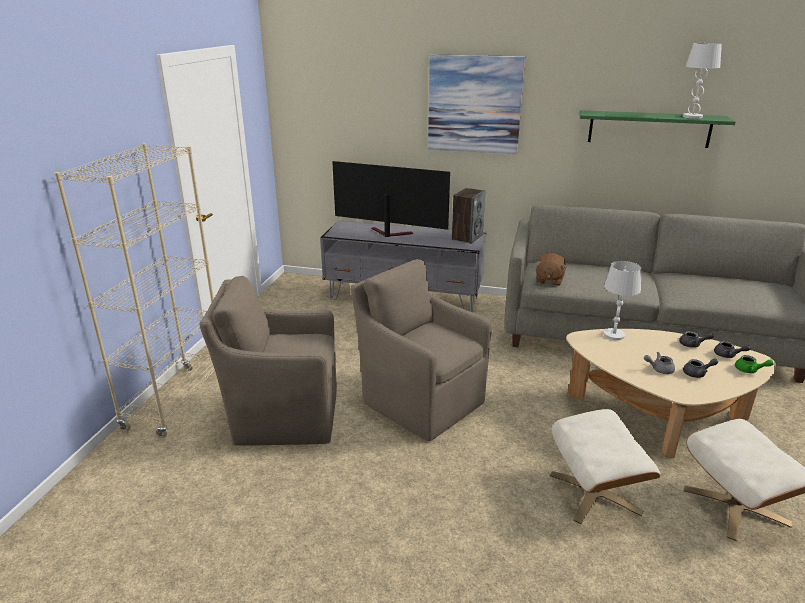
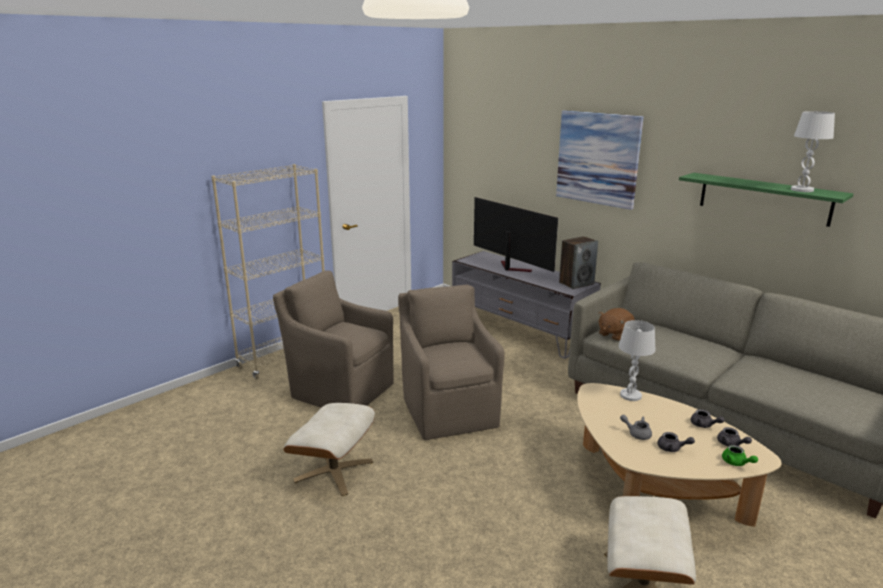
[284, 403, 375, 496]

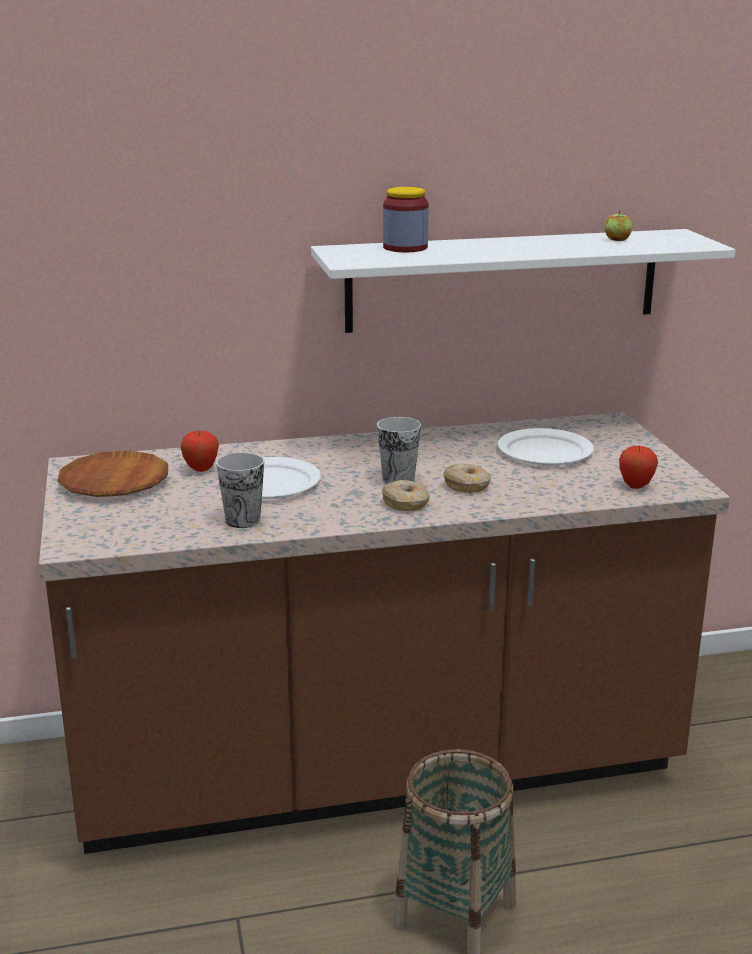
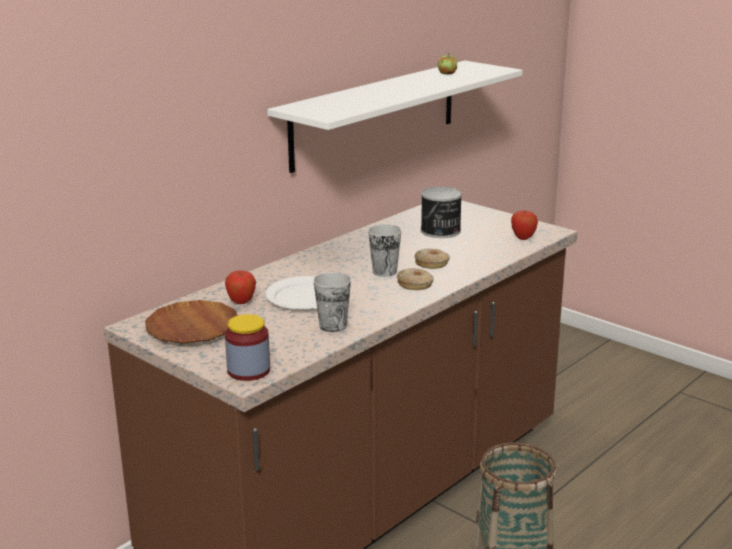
[225, 314, 270, 381]
[421, 186, 462, 238]

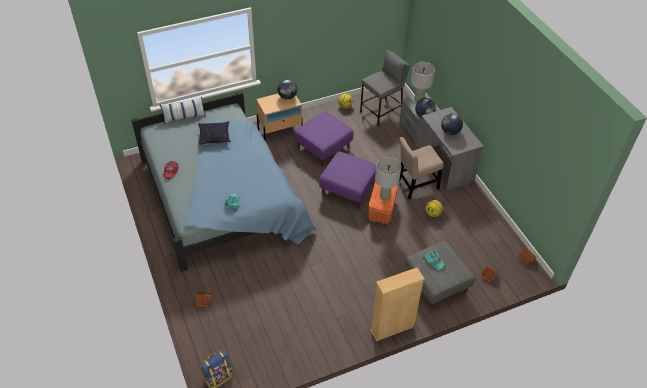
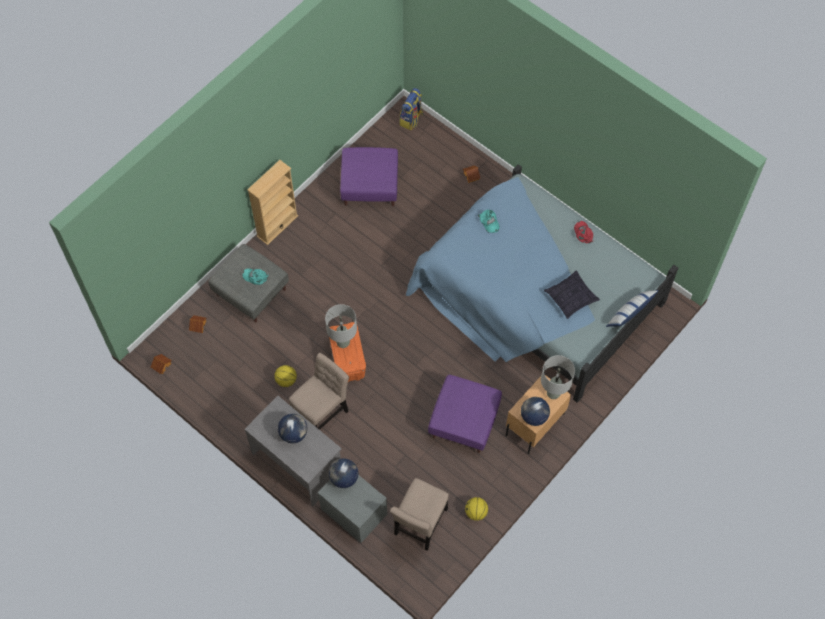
[340, 147, 398, 206]
[390, 478, 449, 551]
[541, 355, 575, 399]

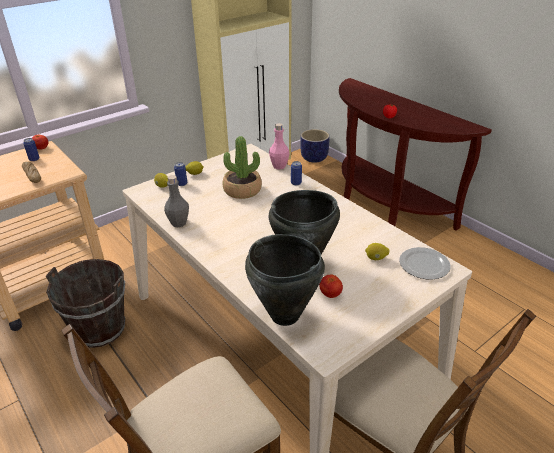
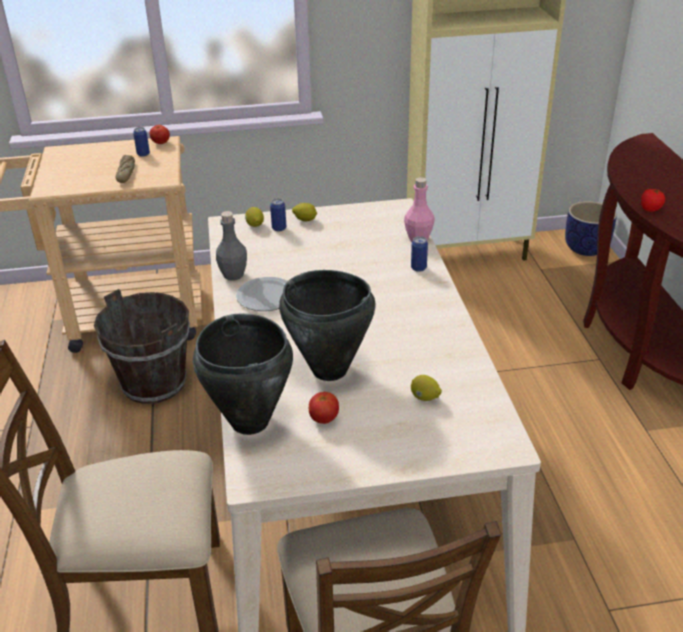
[236, 277, 288, 311]
[222, 136, 262, 199] (first image)

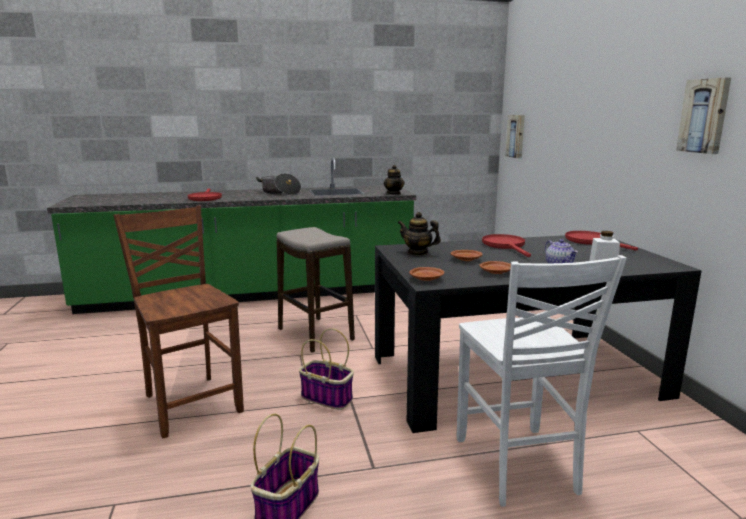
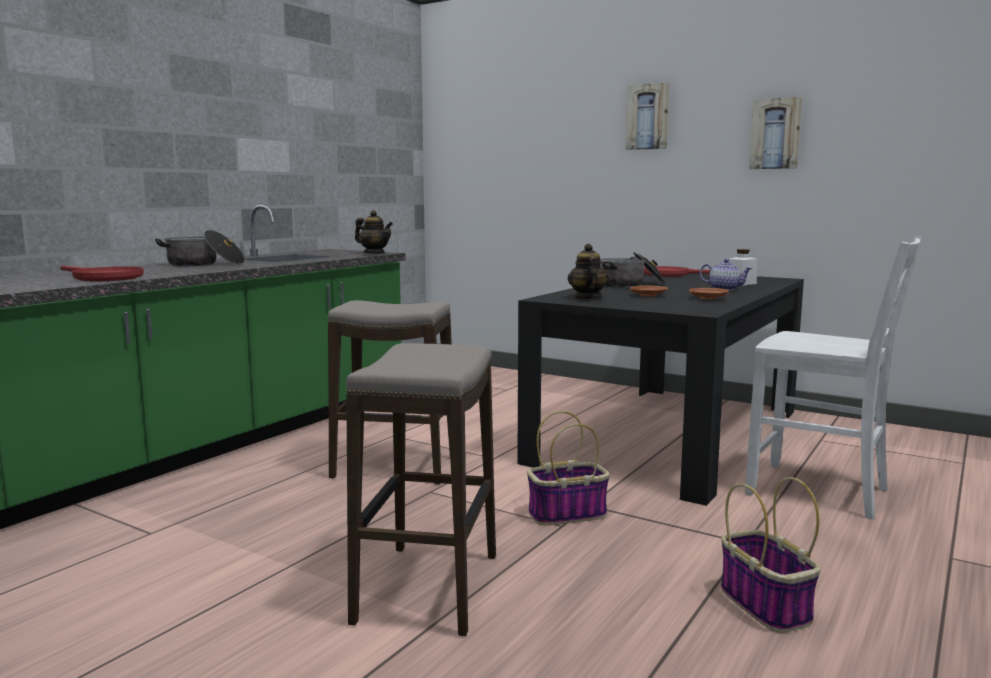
[346, 343, 496, 636]
[568, 243, 608, 299]
[600, 252, 666, 287]
[625, 83, 669, 150]
[409, 267, 444, 281] (first image)

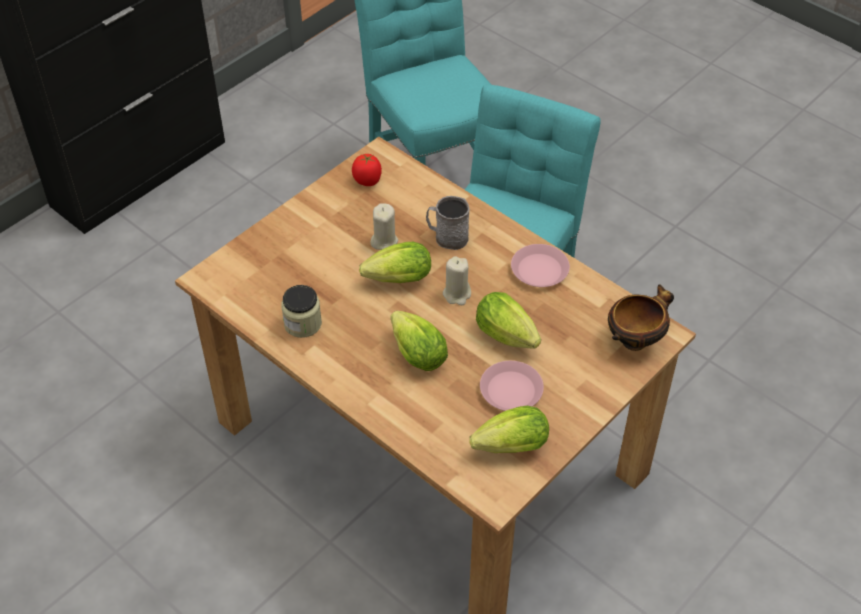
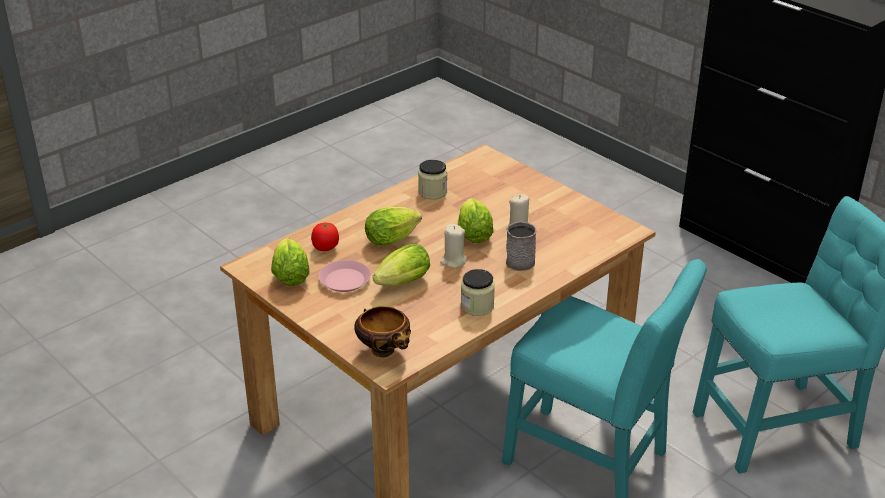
[311, 223, 339, 251]
[461, 269, 495, 316]

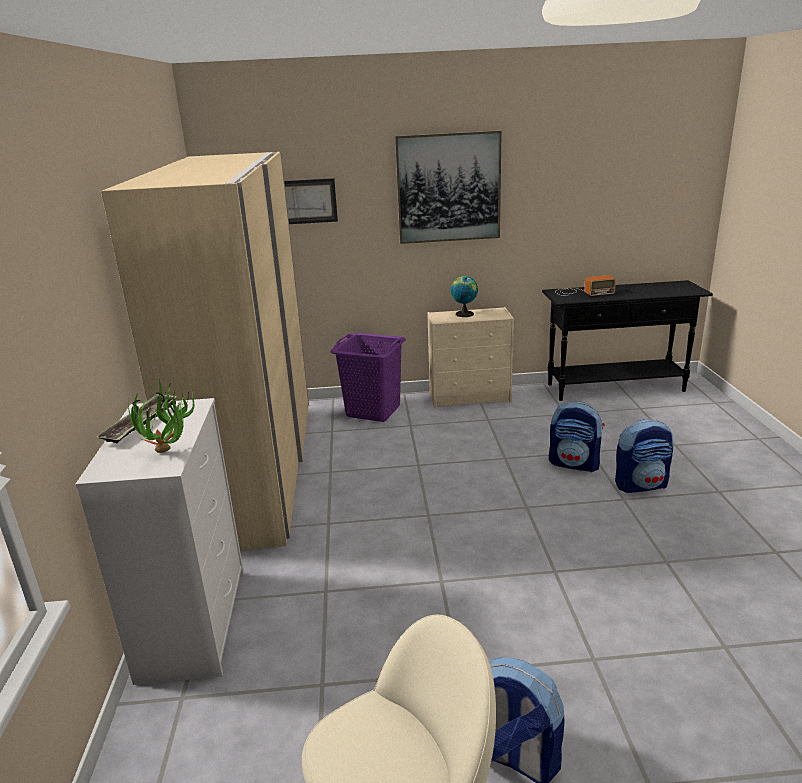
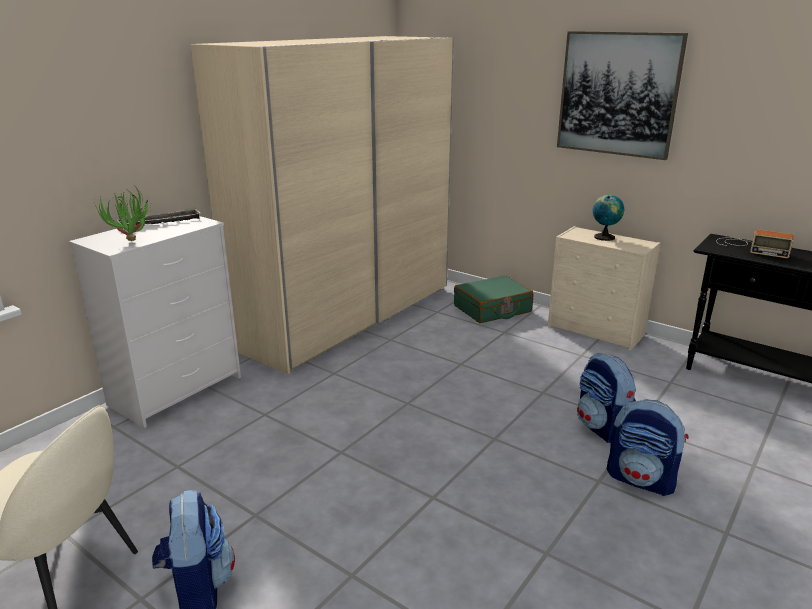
[454, 276, 533, 323]
[284, 178, 338, 224] (first image)

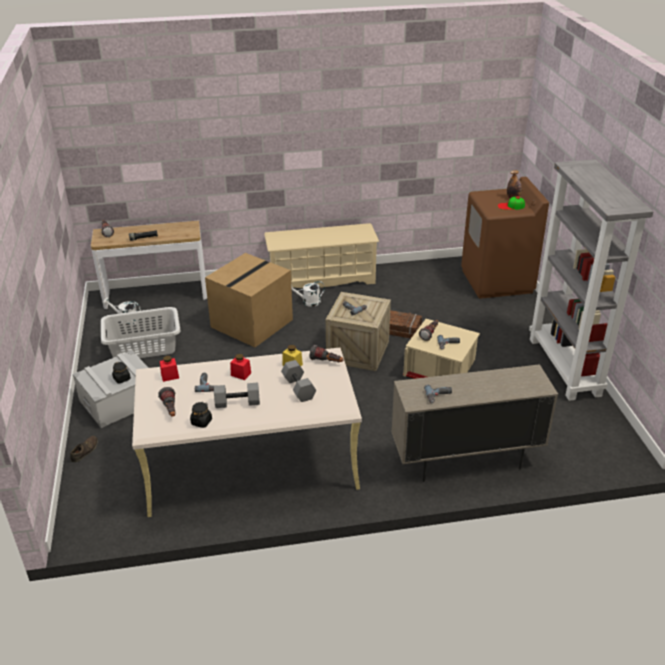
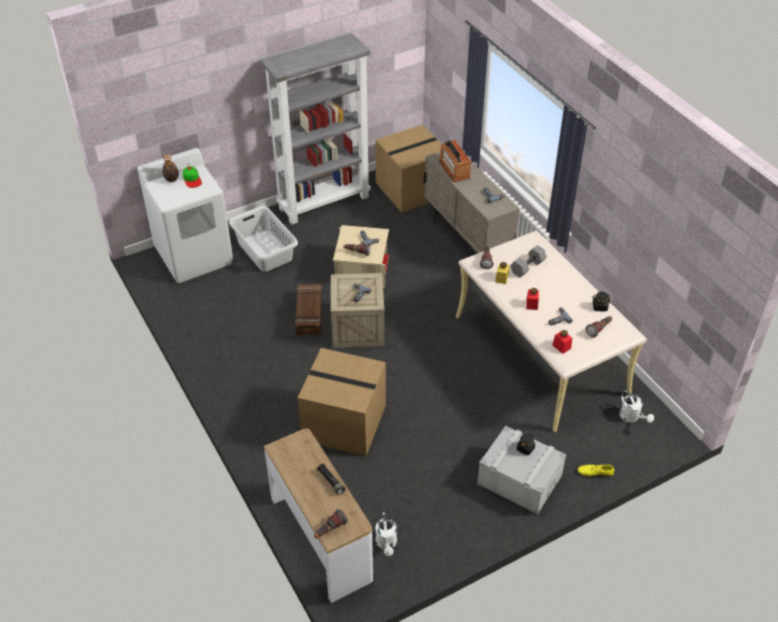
[137, 148, 233, 283]
[229, 206, 298, 272]
[375, 125, 441, 213]
[439, 140, 471, 182]
[578, 464, 614, 477]
[620, 390, 654, 423]
[214, 382, 260, 408] (first image)
[264, 223, 379, 288] (first image)

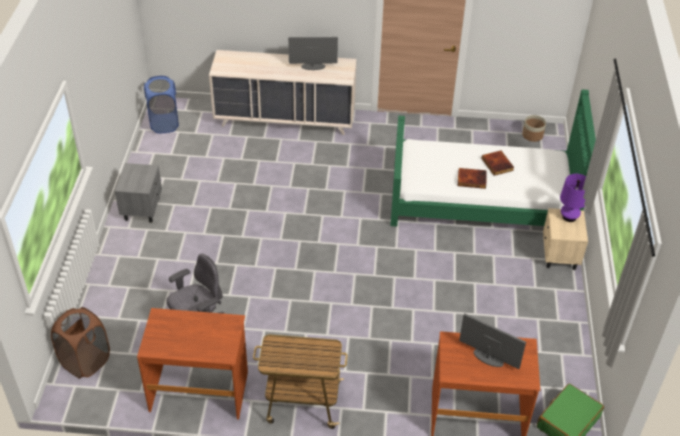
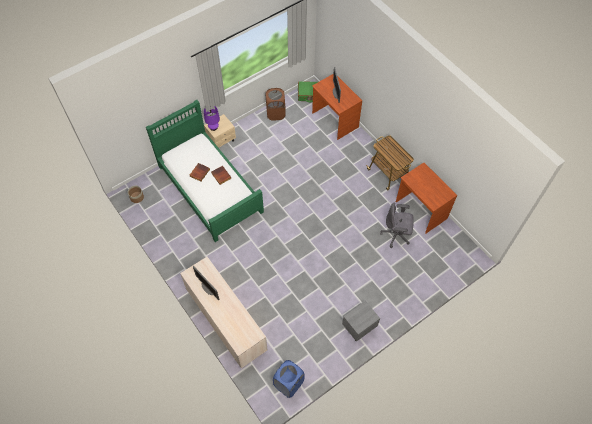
[266, 88, 286, 120]

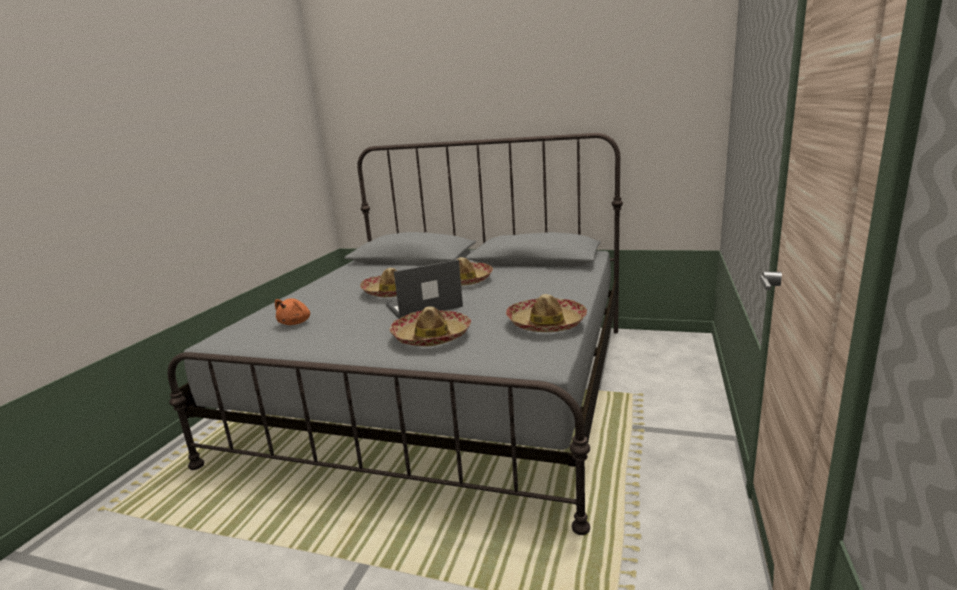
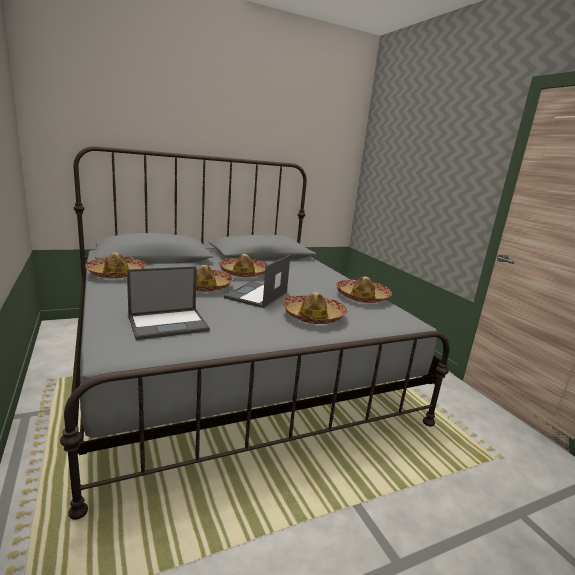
[85, 252, 146, 279]
[127, 266, 210, 340]

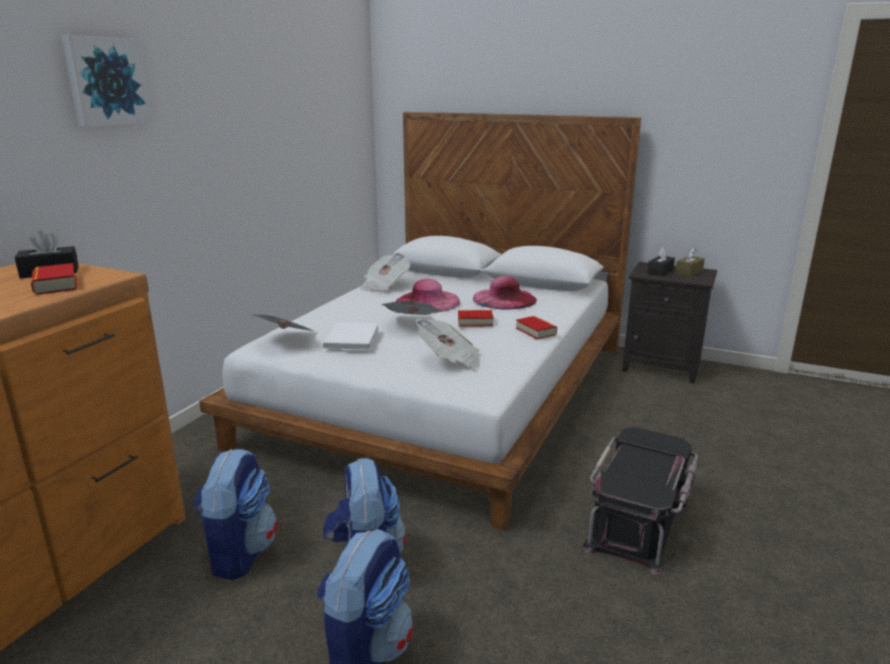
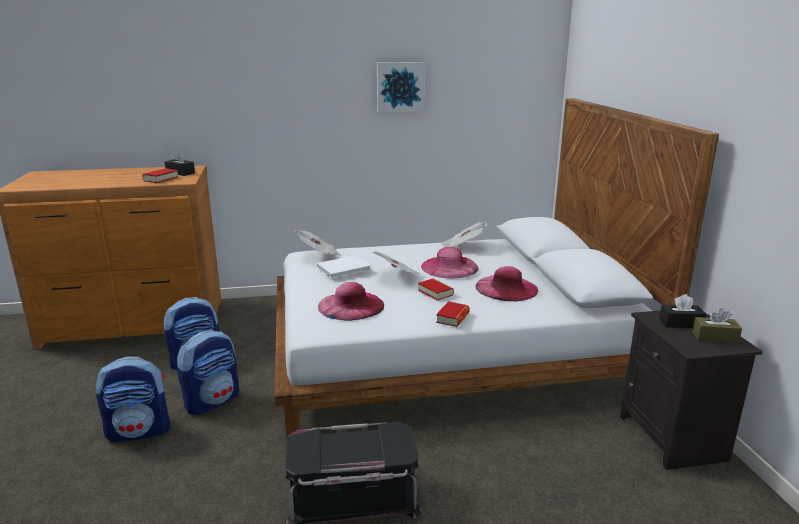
[318, 282, 384, 321]
[377, 62, 425, 113]

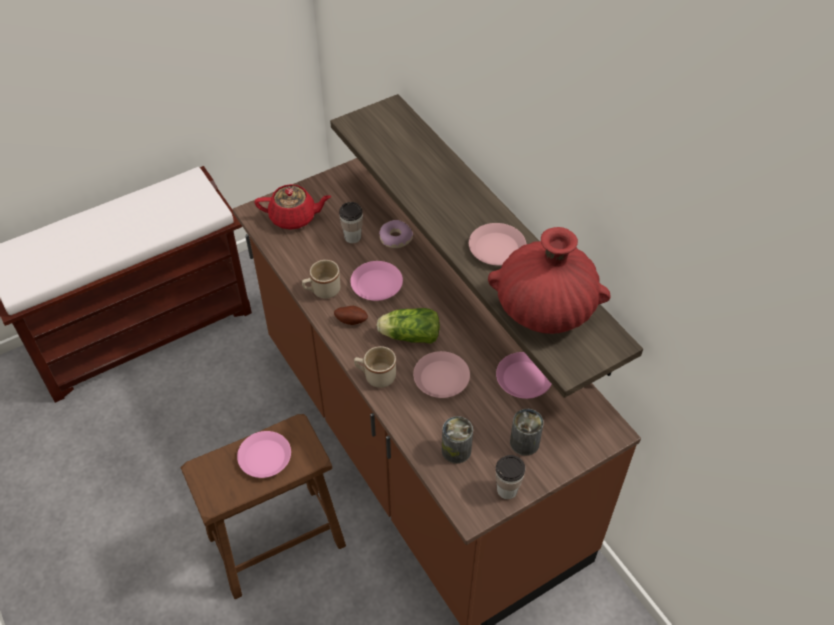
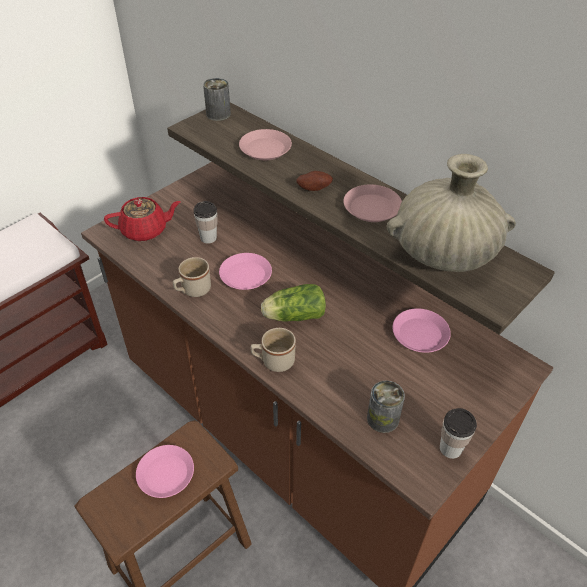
[203, 78, 231, 121]
[239, 129, 292, 160]
[296, 171, 333, 191]
[386, 154, 516, 272]
[379, 220, 413, 248] (first image)

